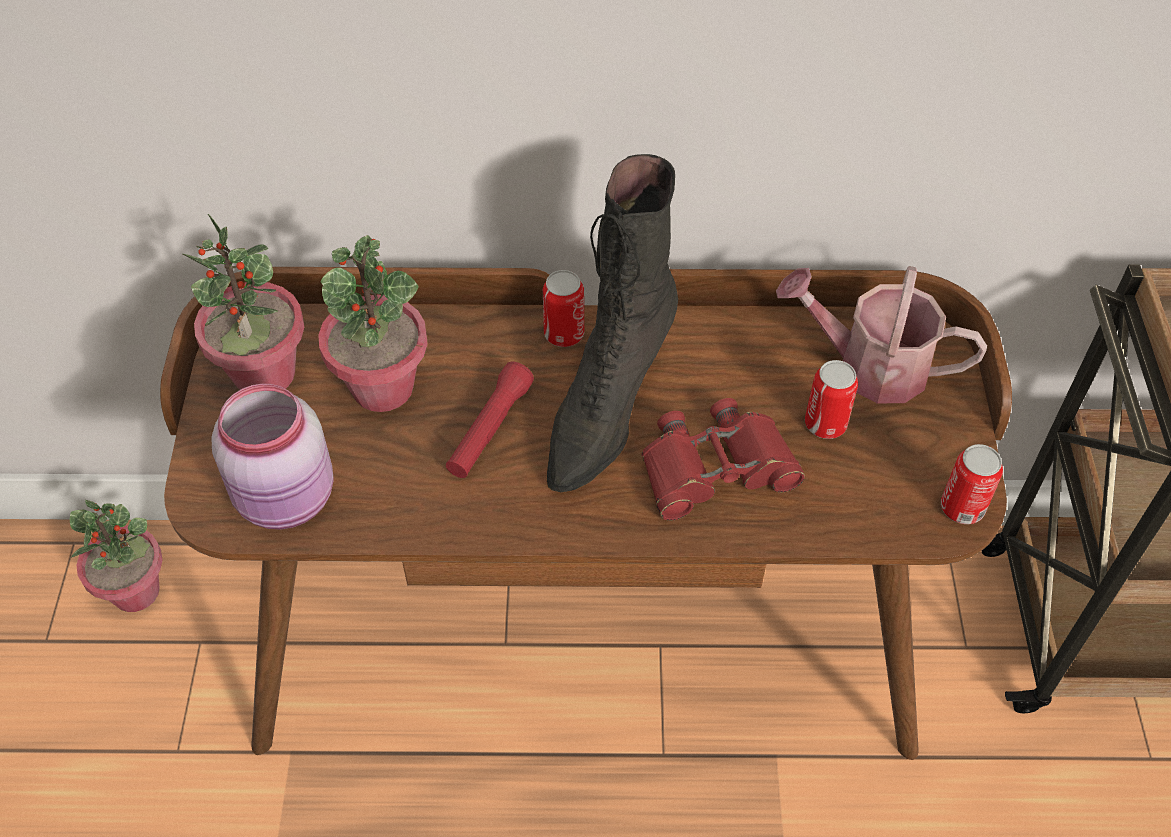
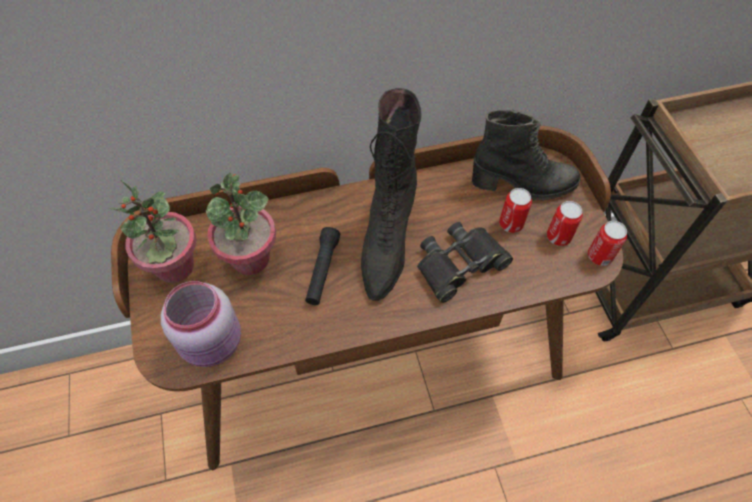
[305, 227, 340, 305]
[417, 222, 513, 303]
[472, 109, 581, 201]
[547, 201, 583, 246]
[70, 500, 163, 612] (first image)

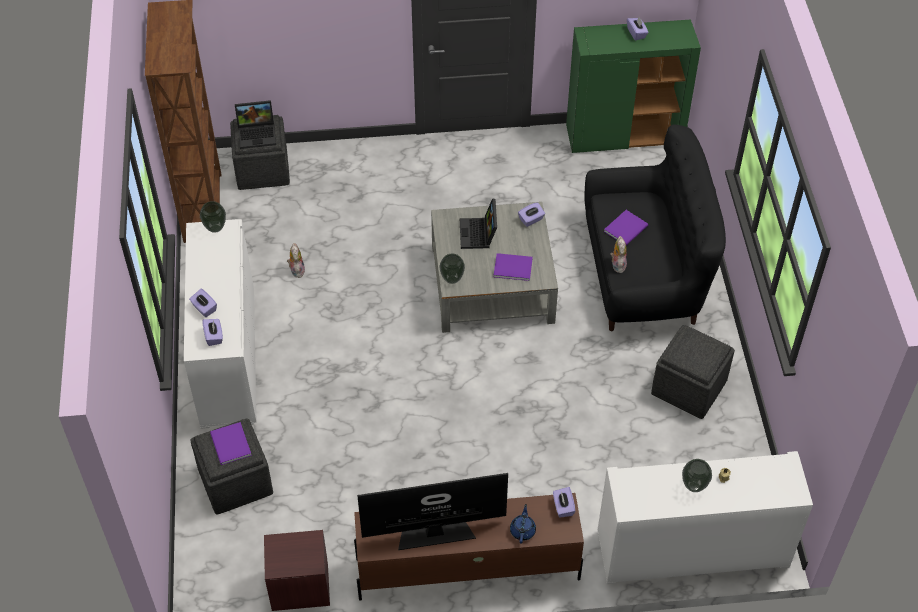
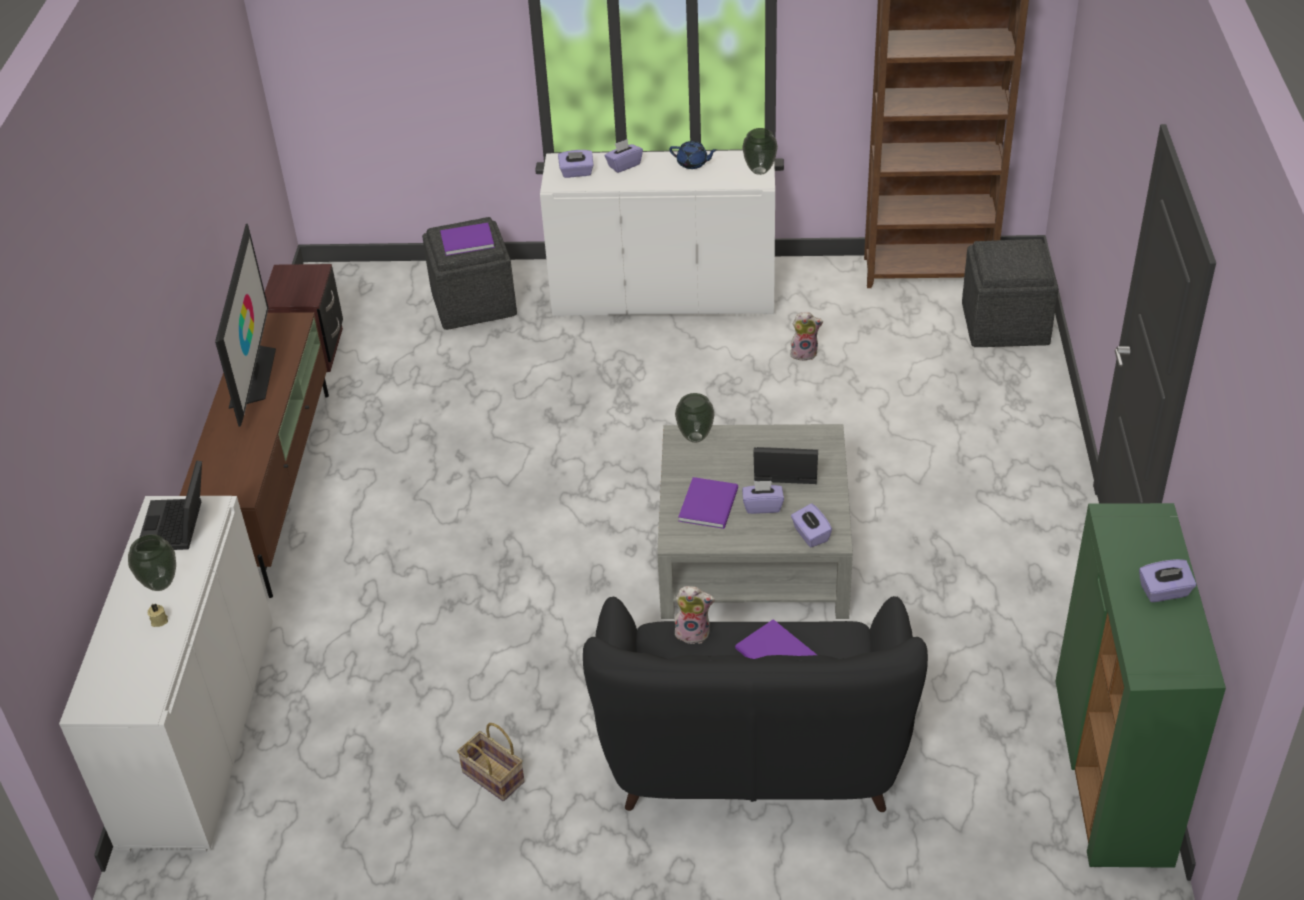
[139, 460, 202, 550]
[457, 723, 525, 801]
[669, 141, 717, 169]
[742, 481, 784, 514]

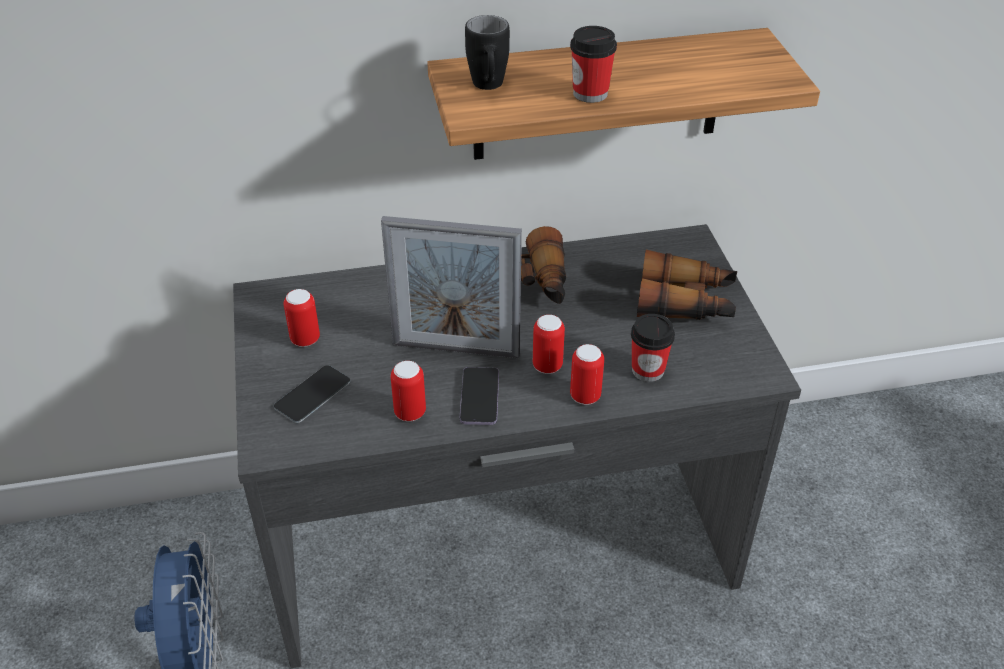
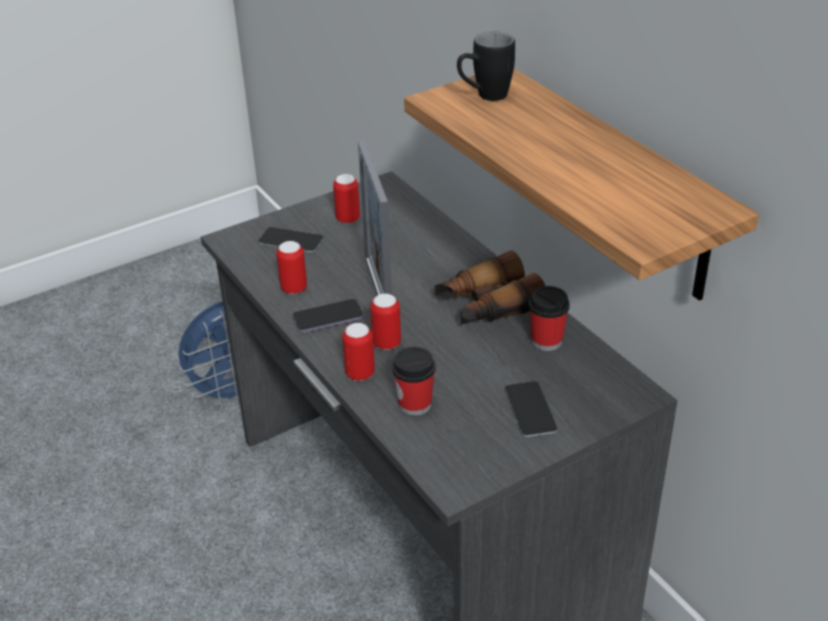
[505, 381, 558, 437]
[529, 286, 570, 351]

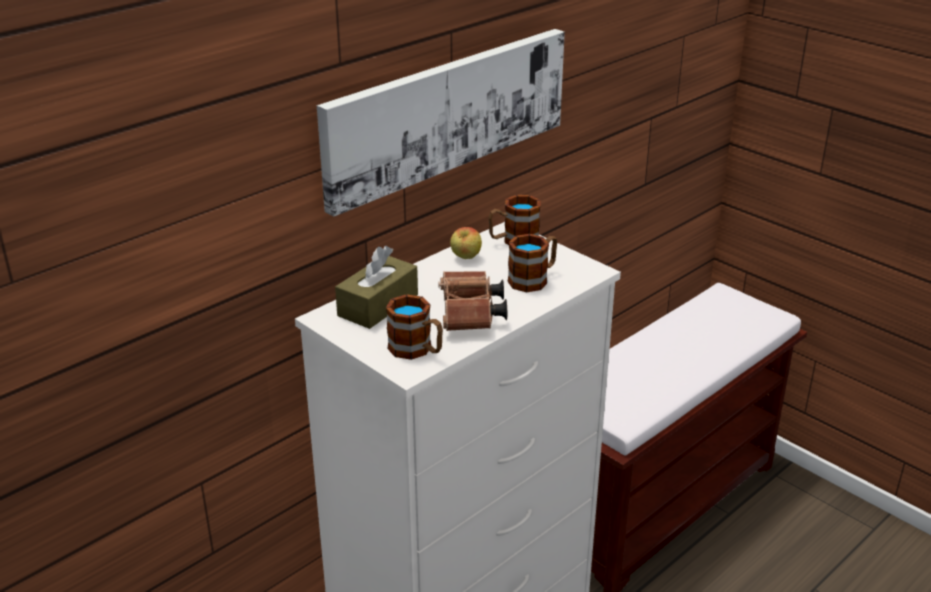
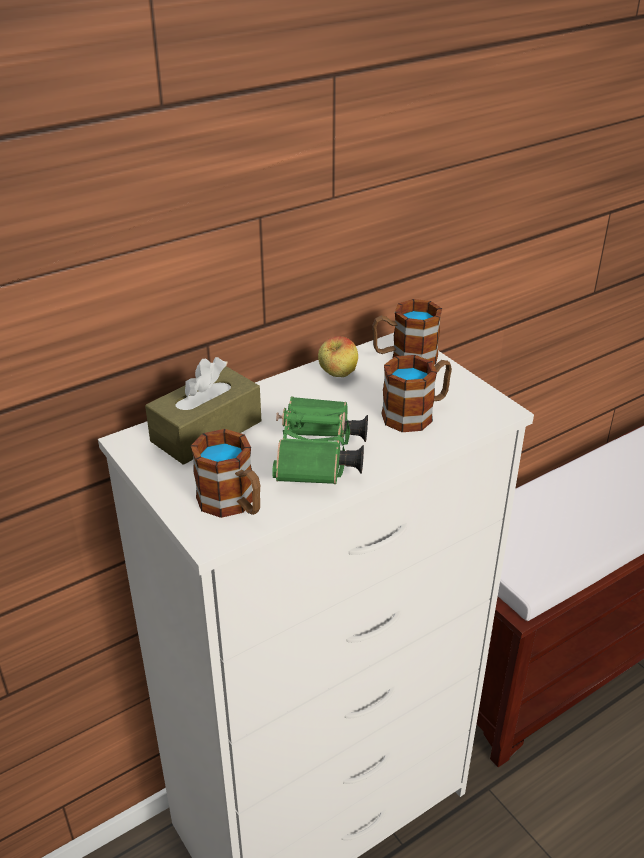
[272, 397, 368, 484]
[317, 29, 565, 217] (first image)

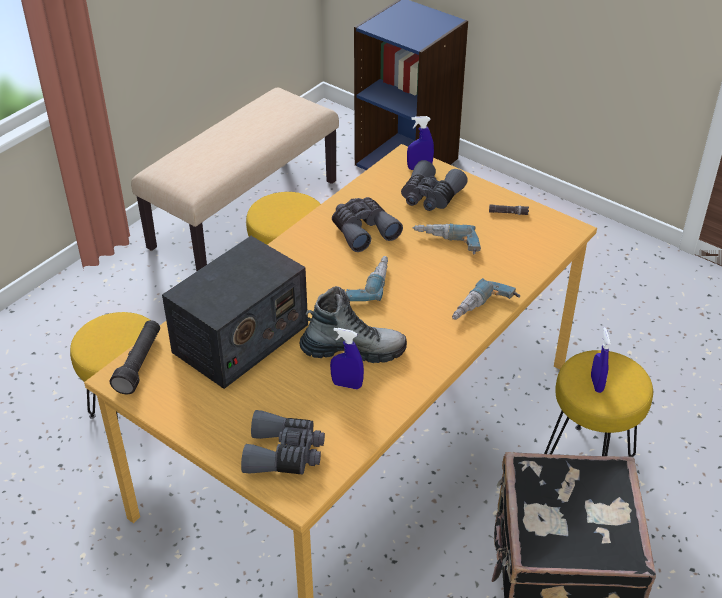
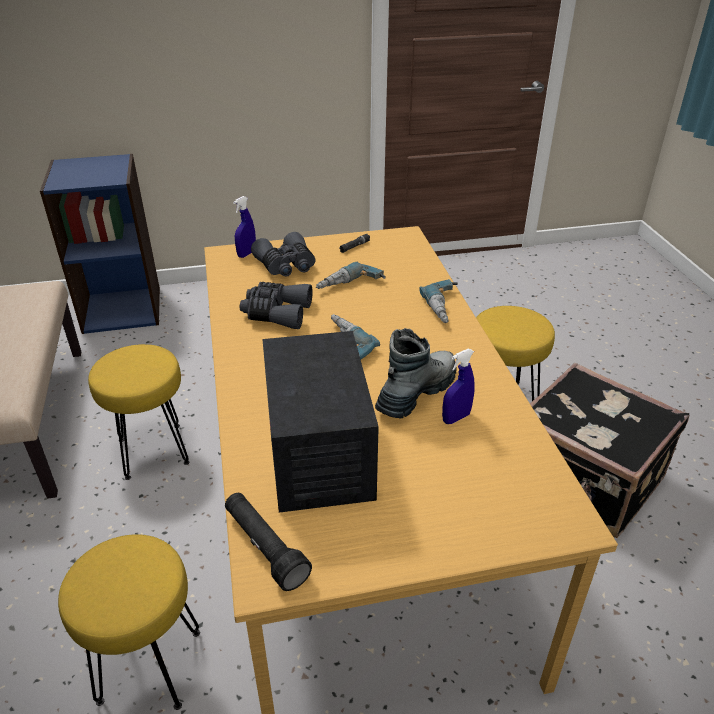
[241, 410, 325, 474] (first image)
[591, 327, 611, 393] (first image)

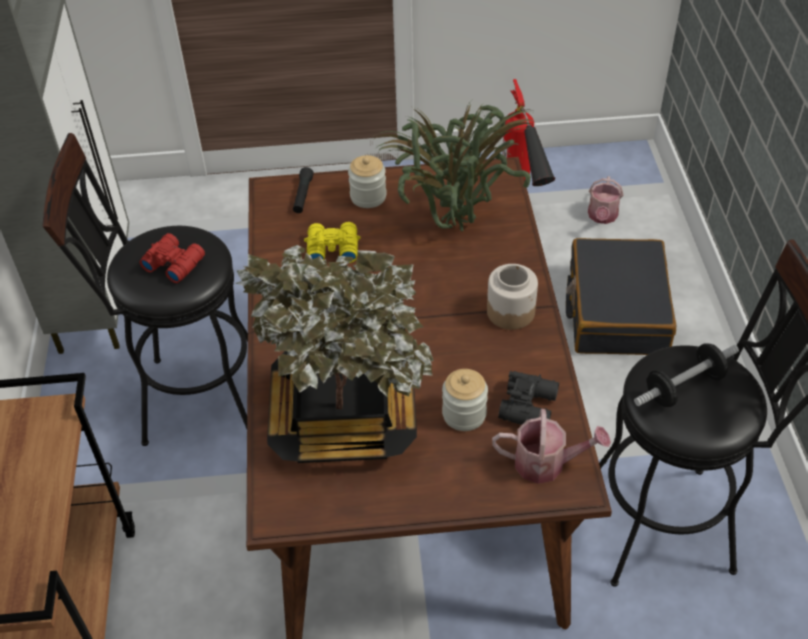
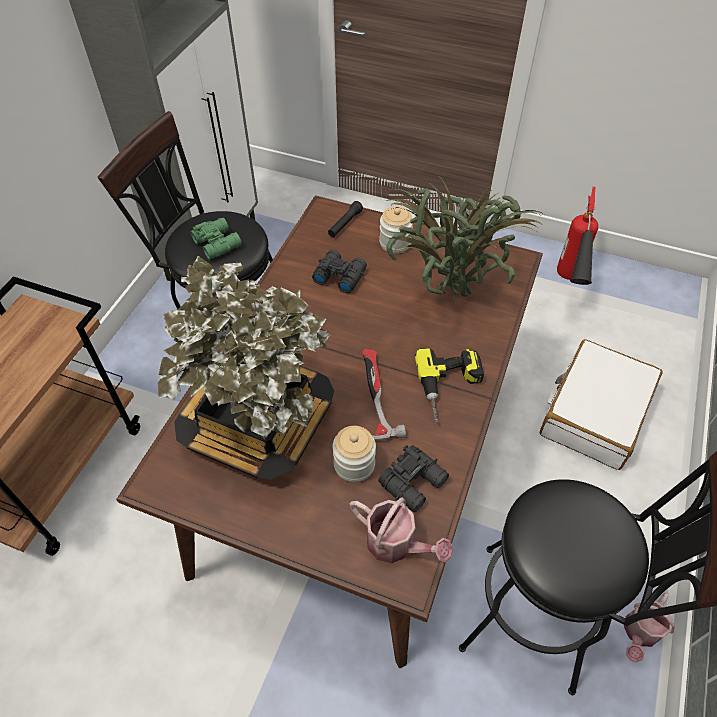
[191, 218, 242, 259]
[312, 250, 367, 293]
[363, 349, 406, 441]
[415, 348, 484, 423]
[540, 339, 663, 470]
[624, 592, 675, 663]
[634, 343, 739, 407] (first image)

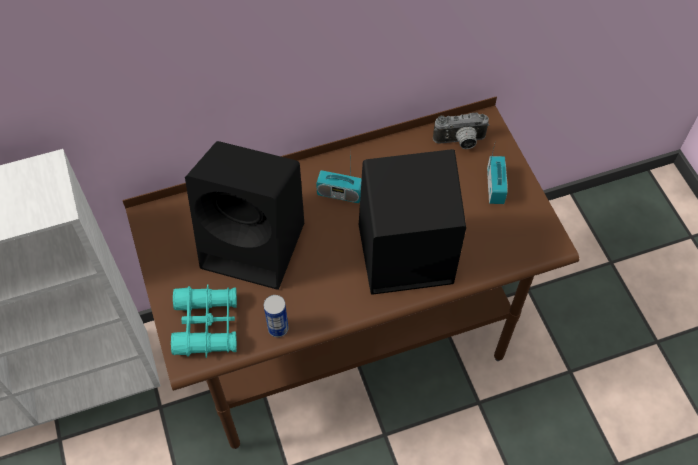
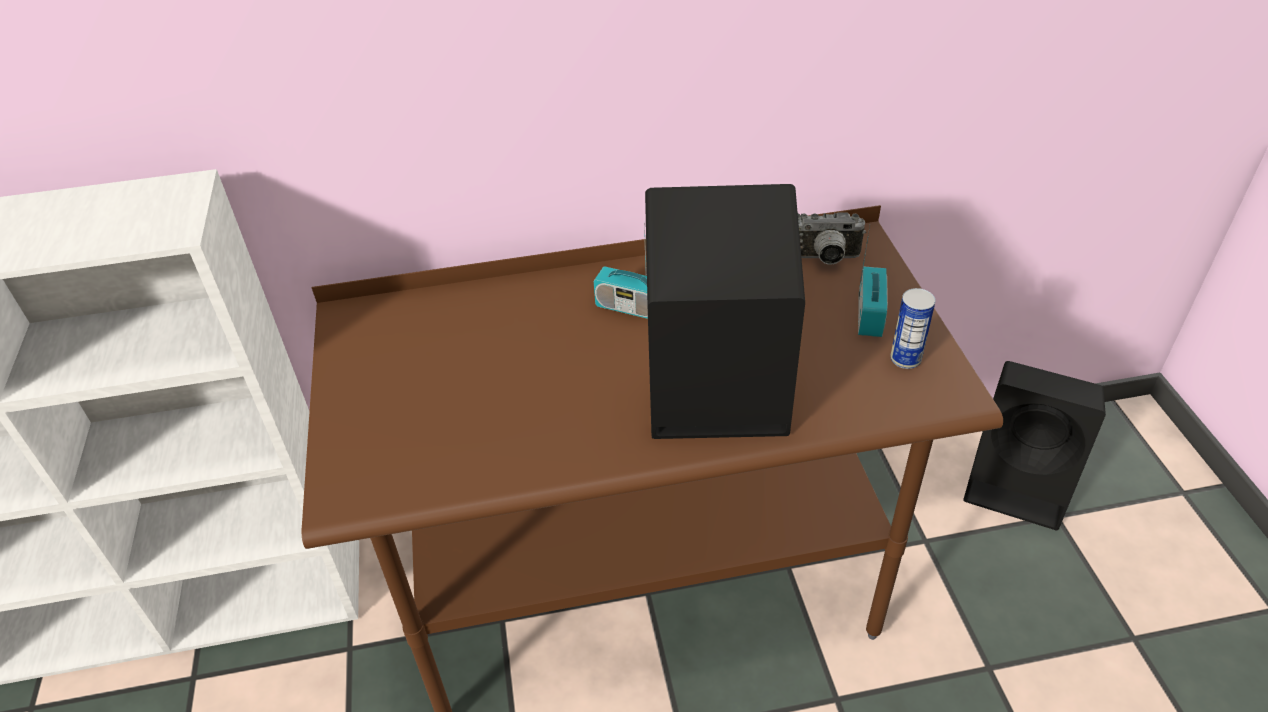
[890, 288, 936, 369]
[963, 361, 1106, 530]
[171, 284, 237, 358] (first image)

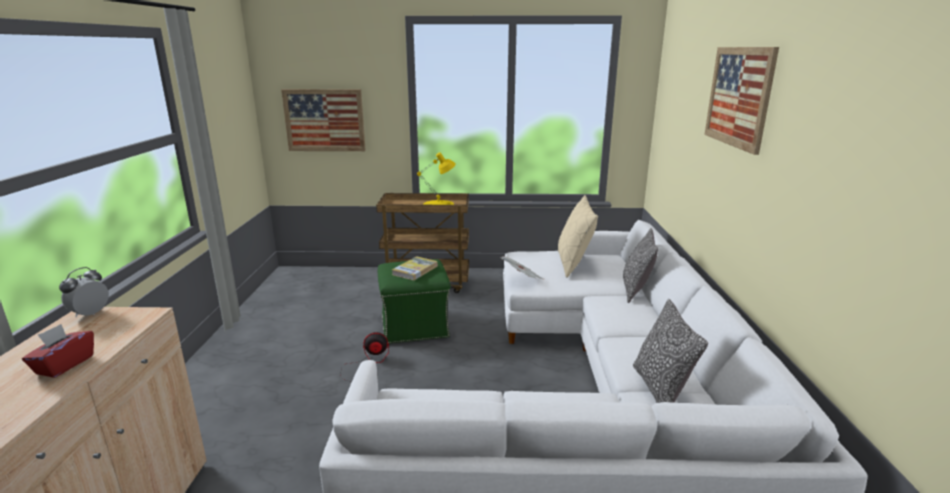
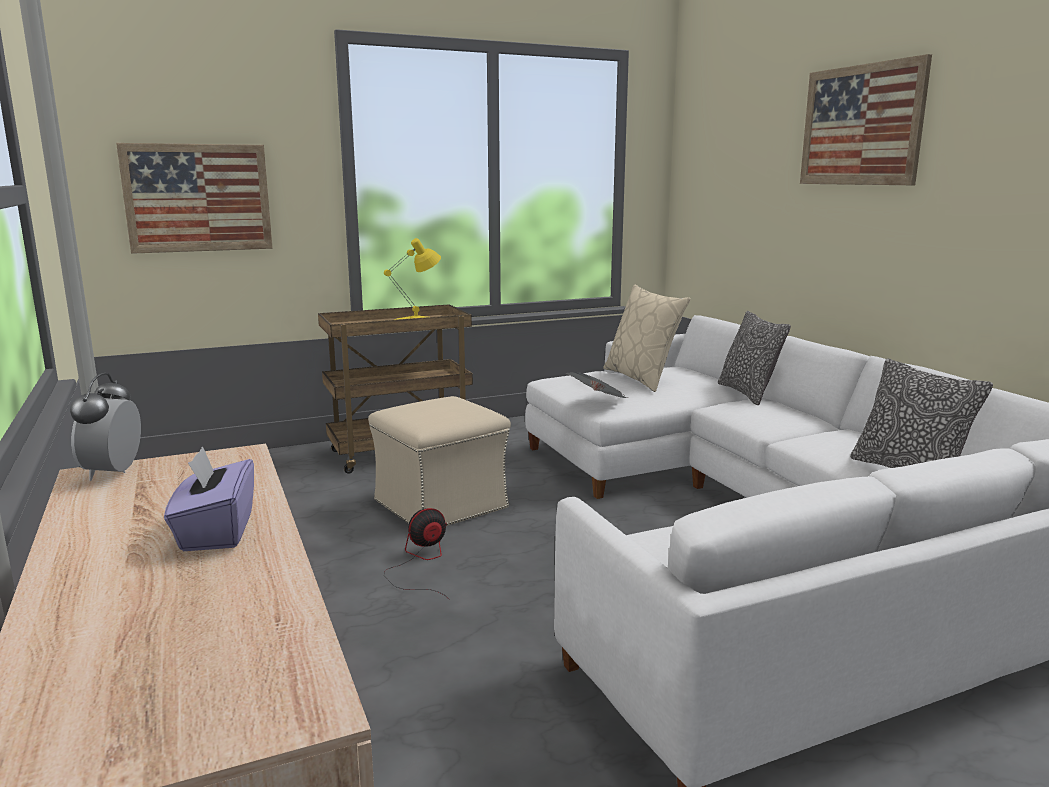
[164, 446, 254, 551]
[368, 396, 511, 526]
[392, 256, 438, 281] (first image)

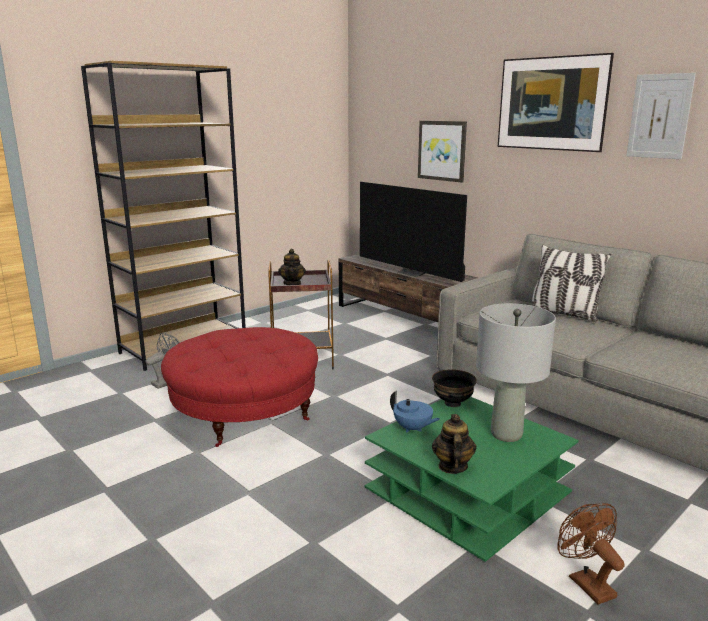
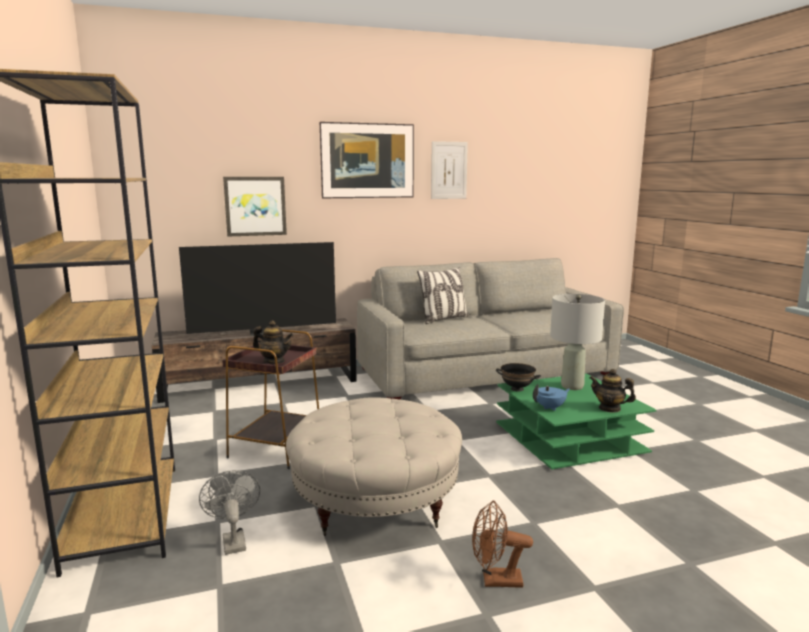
[286, 397, 462, 536]
[472, 501, 533, 588]

